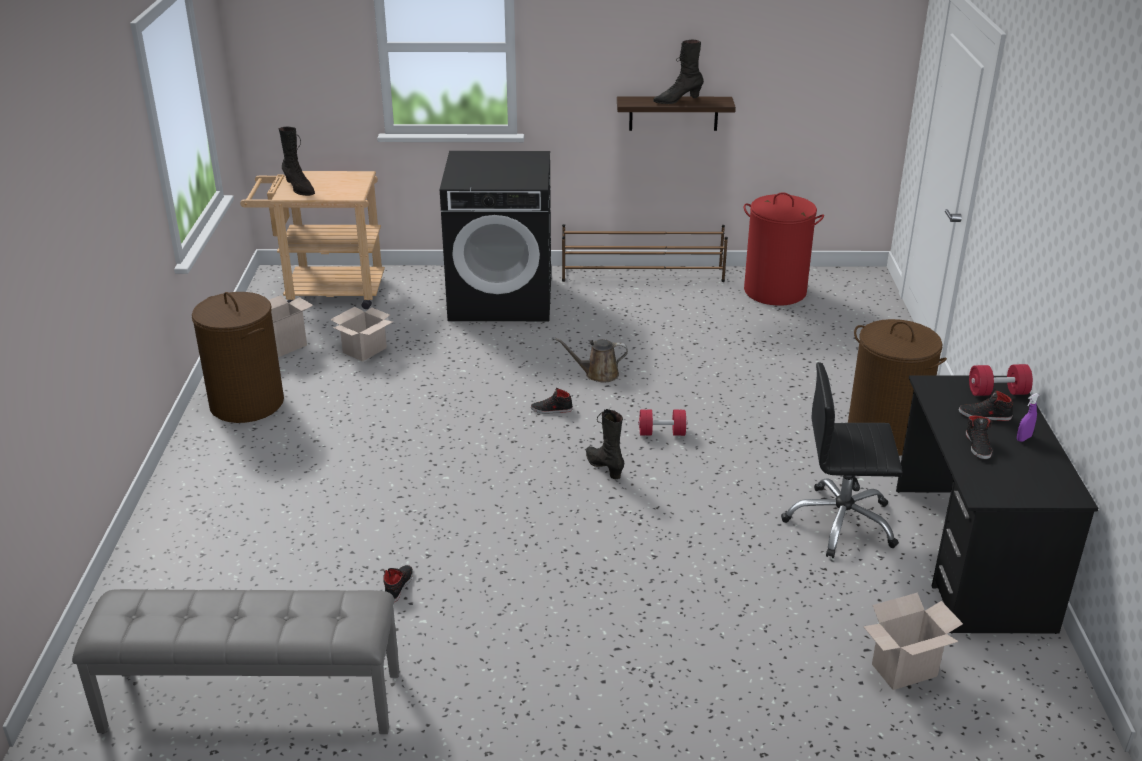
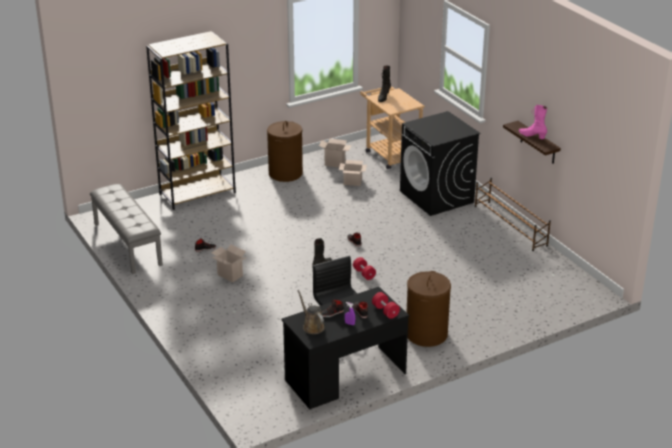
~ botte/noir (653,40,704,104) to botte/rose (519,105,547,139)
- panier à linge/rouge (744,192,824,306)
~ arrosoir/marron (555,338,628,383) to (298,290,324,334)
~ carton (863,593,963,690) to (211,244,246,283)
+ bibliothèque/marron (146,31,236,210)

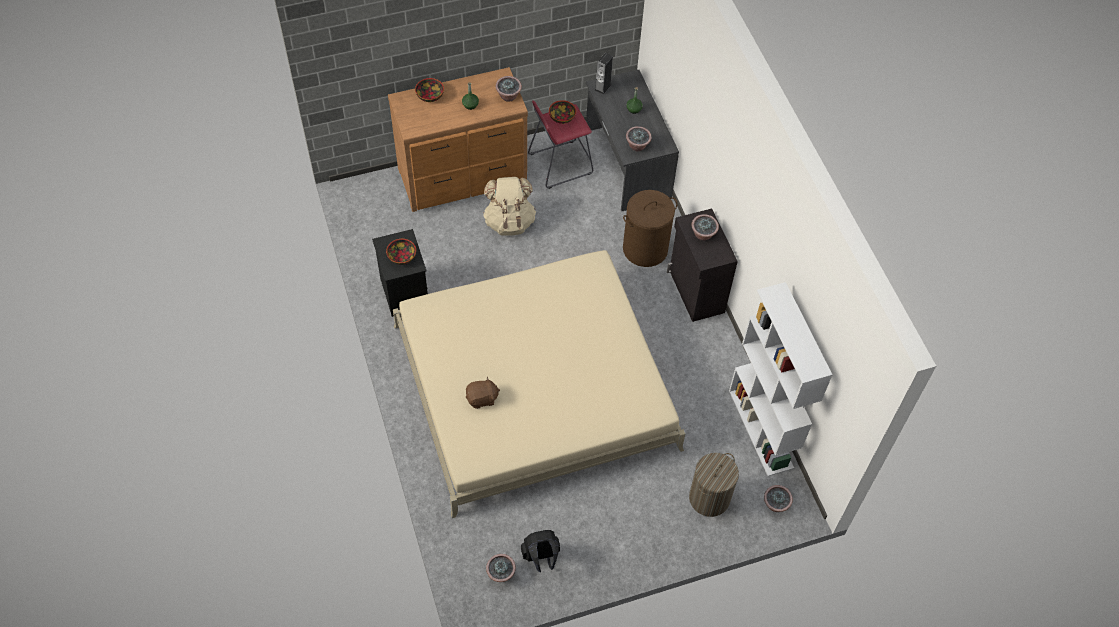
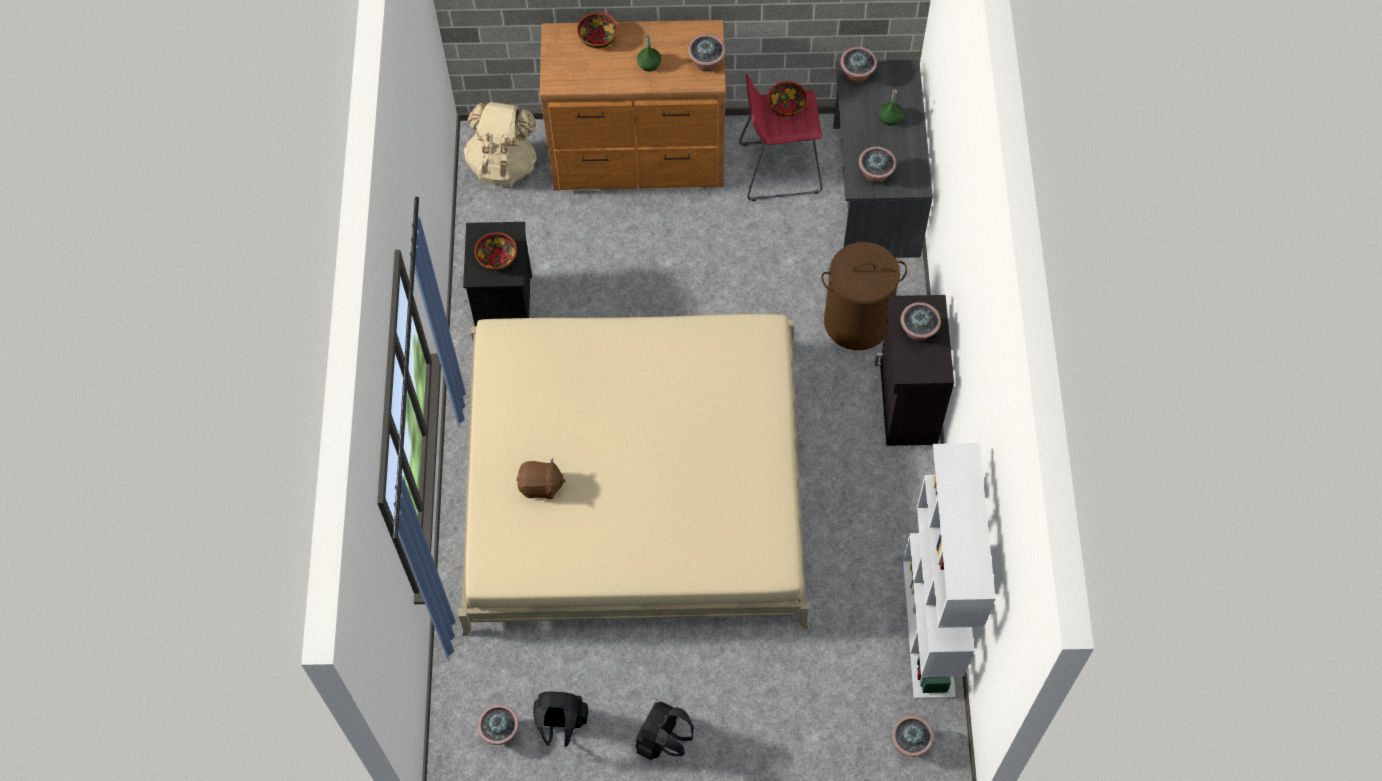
~ enceinte (595,53,613,95) to plante en pot (840,47,877,83)
~ sac à dos/beige (483,177,536,236) to (464,102,538,186)
- panier à linge (689,453,739,517)
+ sac à dos/noir (636,702,694,760)

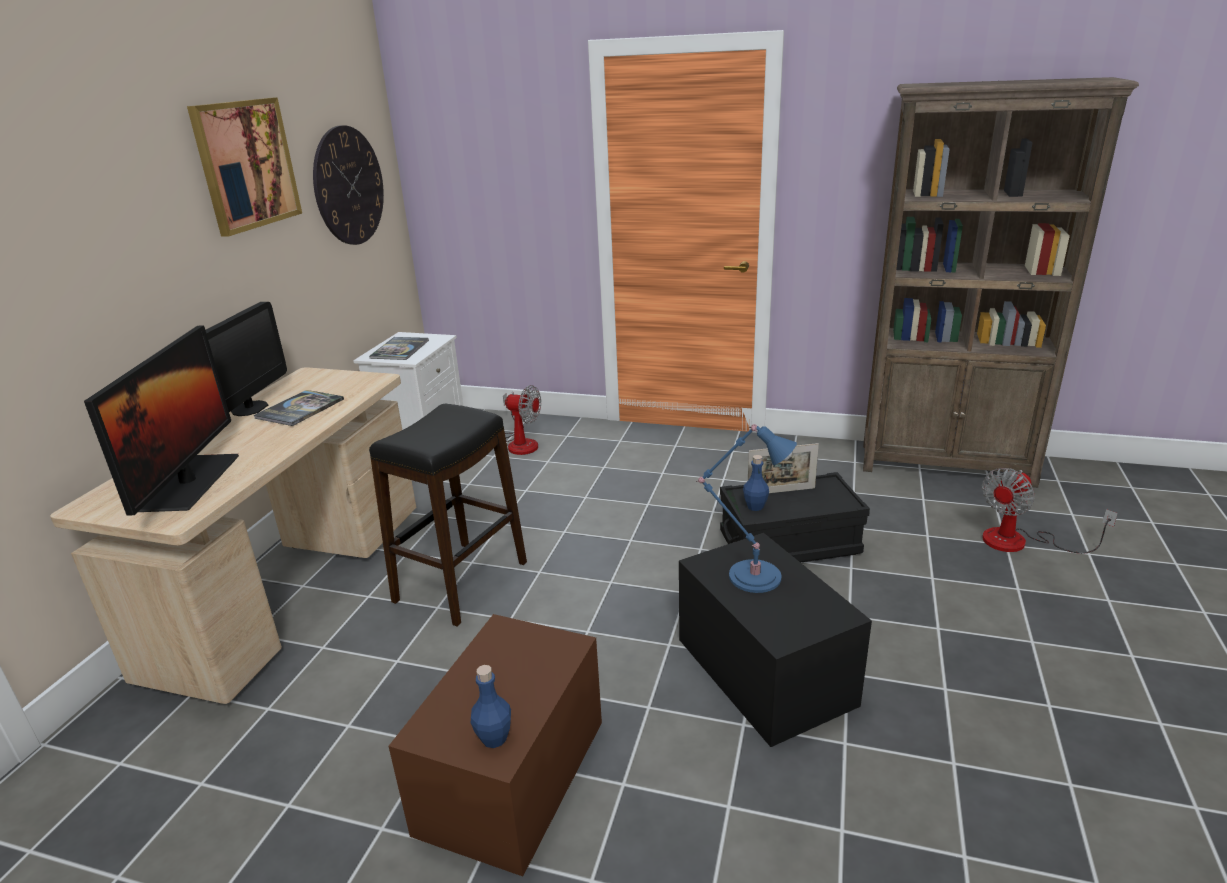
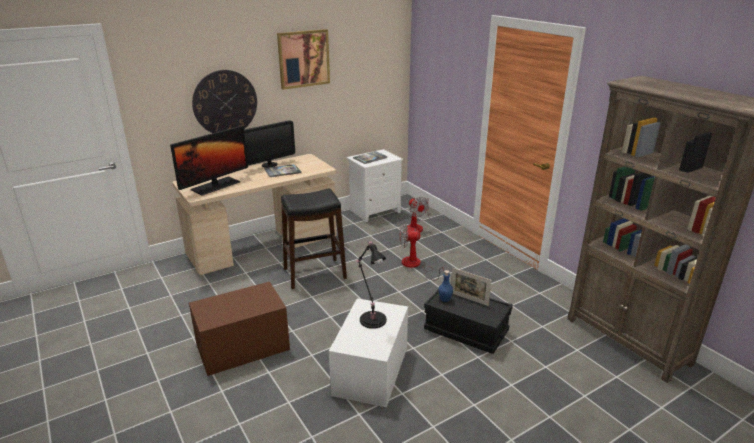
~ horloge murale (313,125,384,245) to (192,70,257,133)
~ lampe de table/bleu (696,424,797,593) to lampe de table/noir (356,241,387,329)
~ ventilateur (982,468,1118,554) to (400,224,444,280)
~ boîte de rangement/noir (679,533,872,747) to boîte de rangement/blanc (329,298,408,407)
- bouteille/bleu (471,665,511,748)

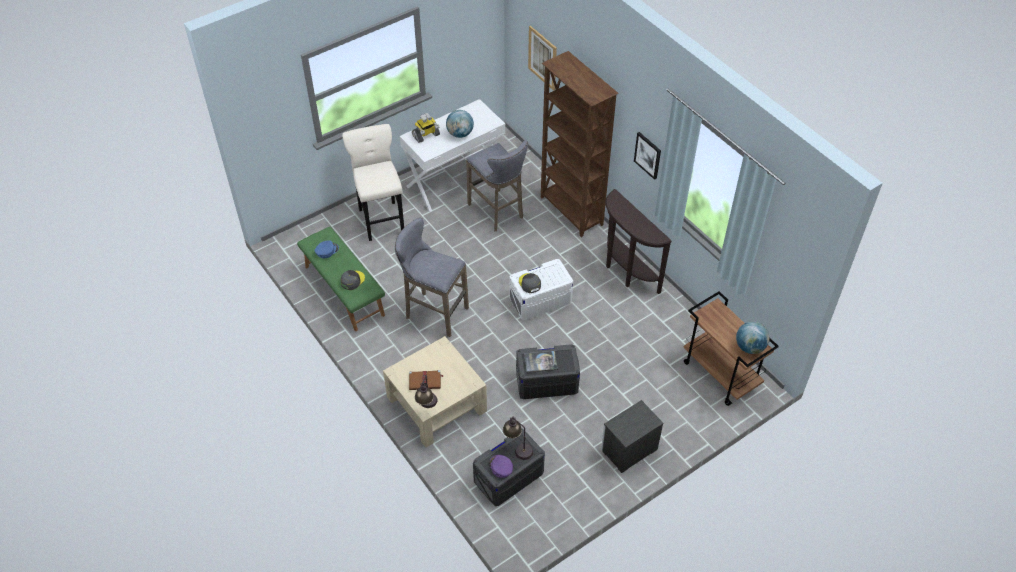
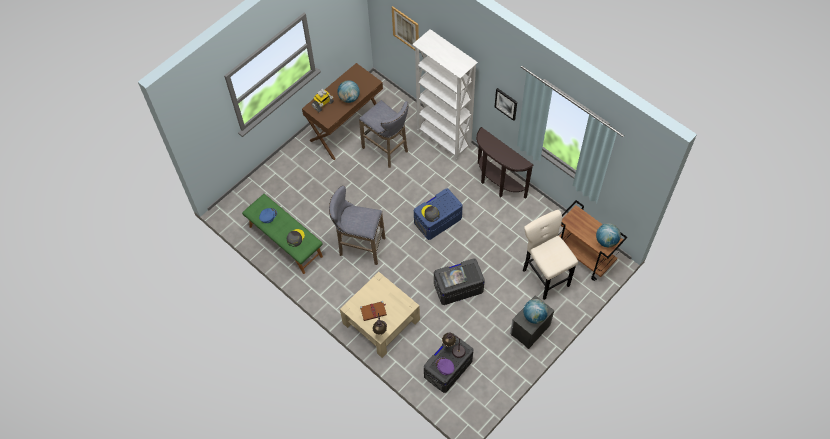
~ bibliothèque/marron (541,51,619,237) to bibliothèque/blanc (412,29,478,161)
~ bureau/blanc (400,99,505,212) to bureau/marron (302,63,383,160)
~ tabouret/beige (342,124,404,241) to (523,210,578,300)
~ boîte de rangement/blanc (509,259,573,320) to boîte de rangement/bleu (414,188,463,240)
+ globe (523,299,548,324)

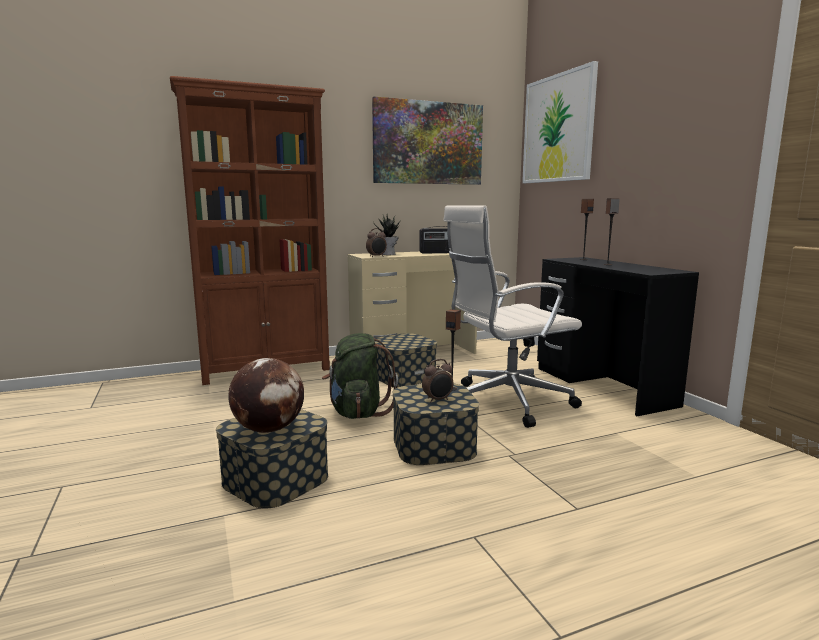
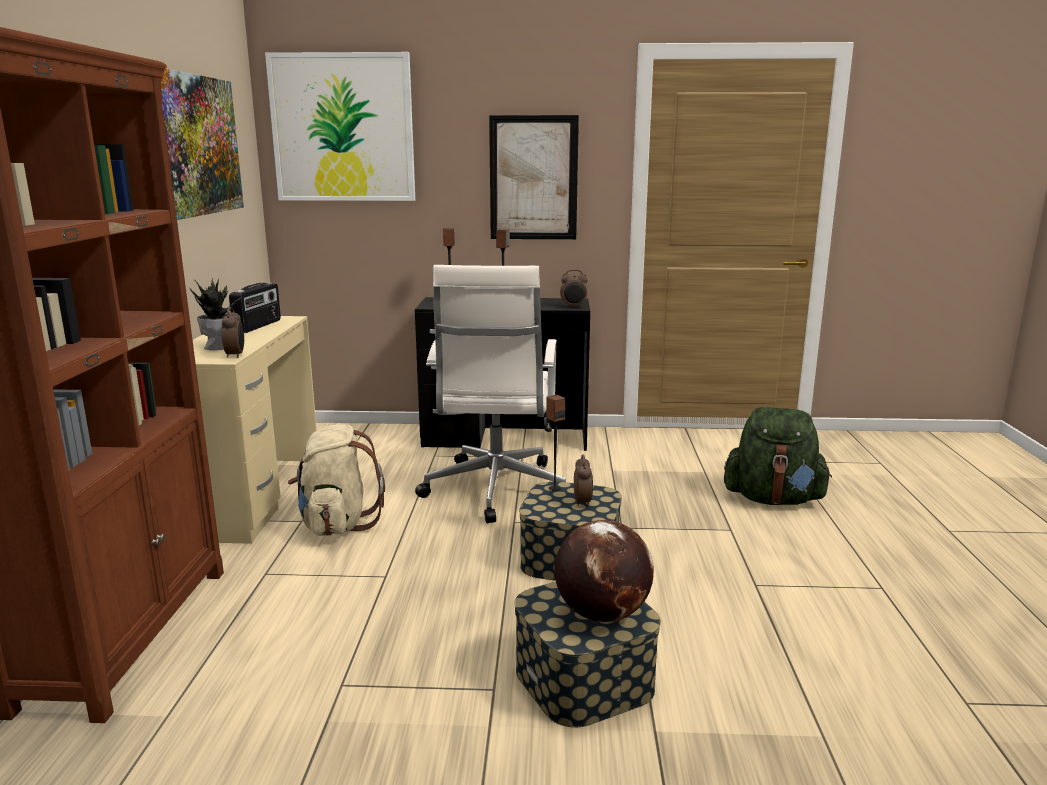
~ sac à dos/vert (322,333,398,419) to (724,407,832,505)
~ boîte de rangement (375,333,437,387) to sac à dos/beige (288,424,385,536)
+ tableau (489,115,579,239)
+ réveil (560,270,588,308)

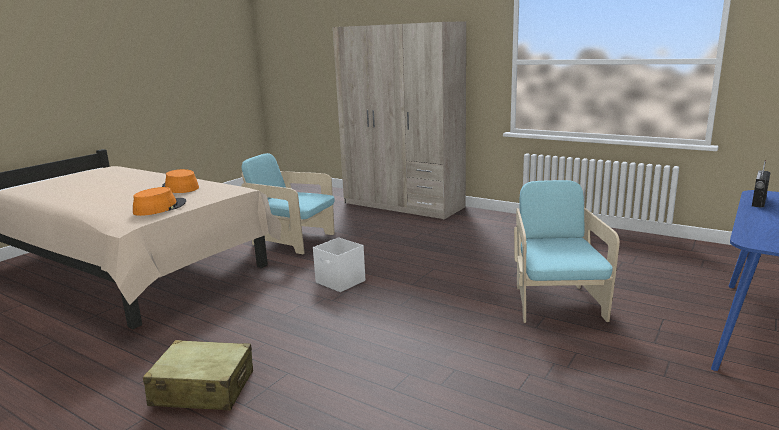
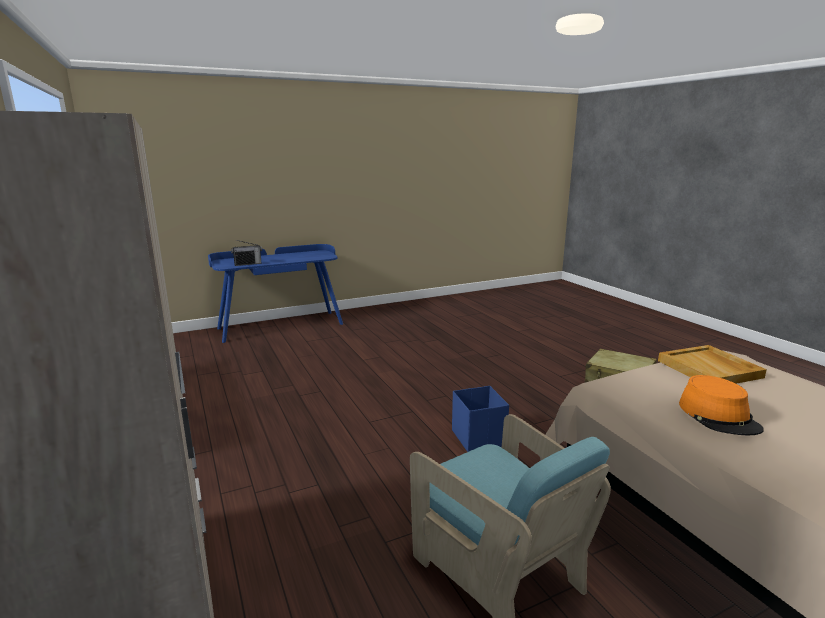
- fauteuil/turquoise (514,180,620,323)
~ chapeau/orange (133,187,186,216) to plateau/beige (658,345,767,384)
~ boîte de rangement/blanc (313,238,365,292) to boîte de rangement/bleu (452,386,509,452)

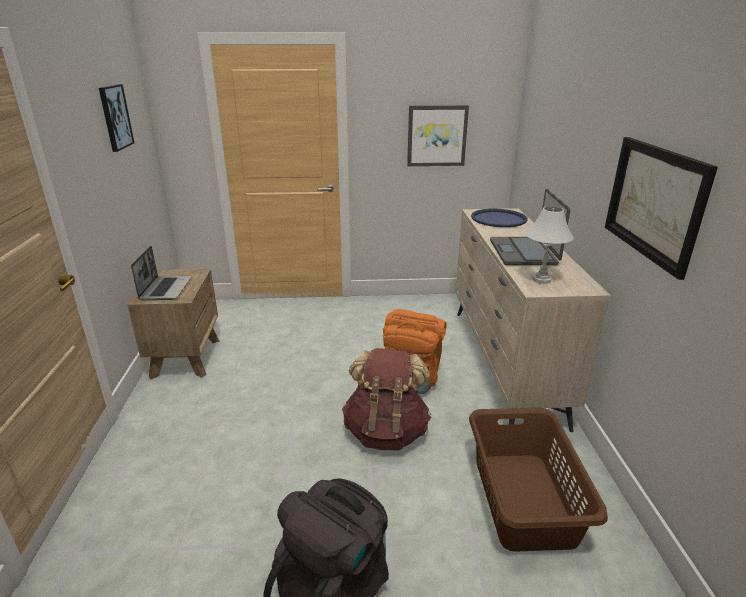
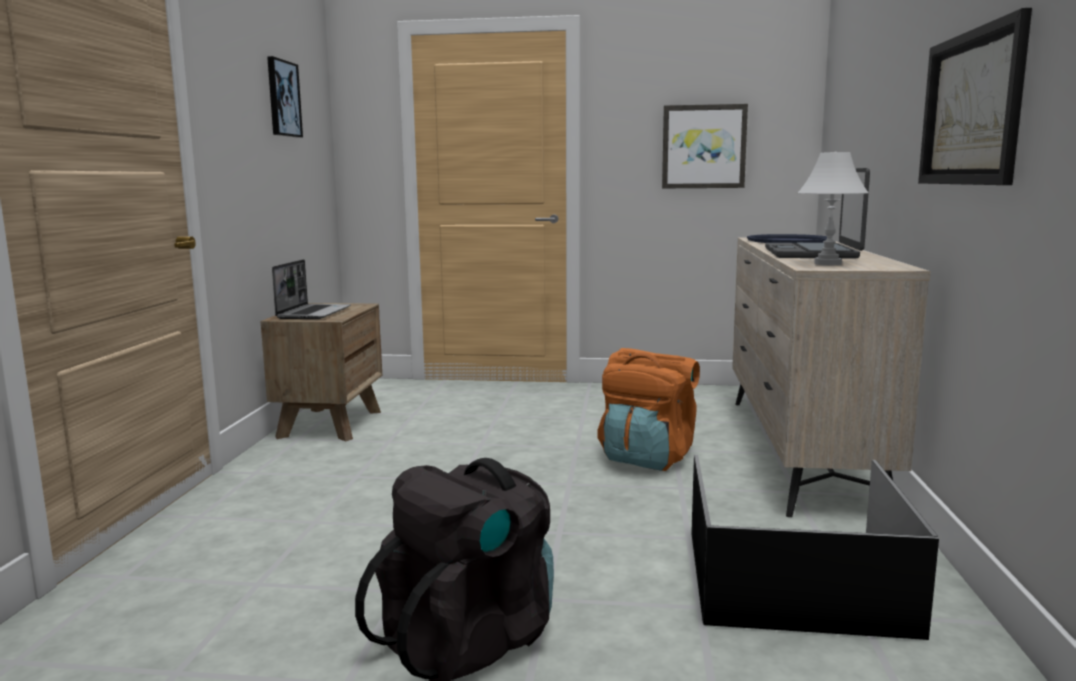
- sac à dos/marron (342,348,431,450)
~ panier à linge/marron (469,408,608,552) to boîte de rangement/noir (691,454,939,640)

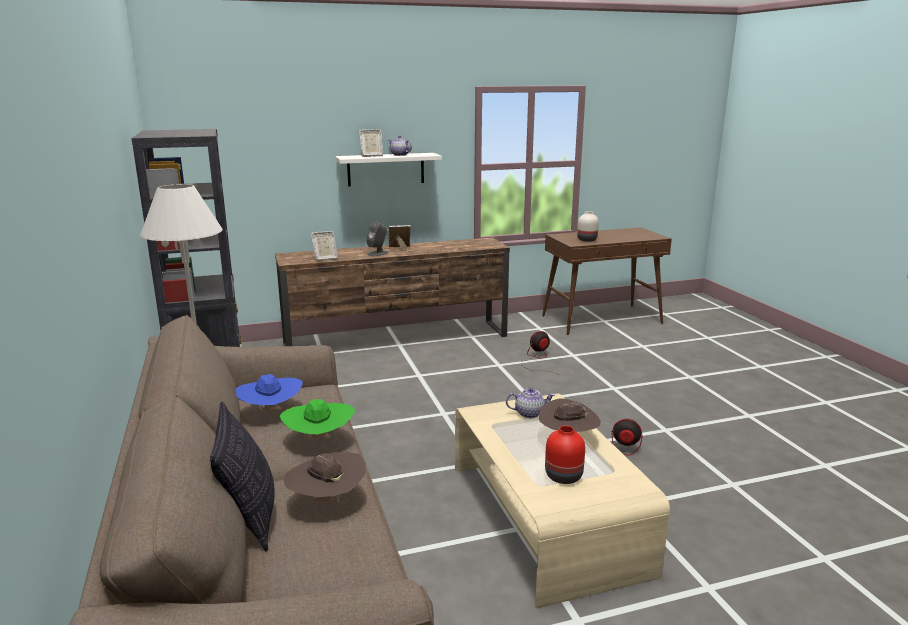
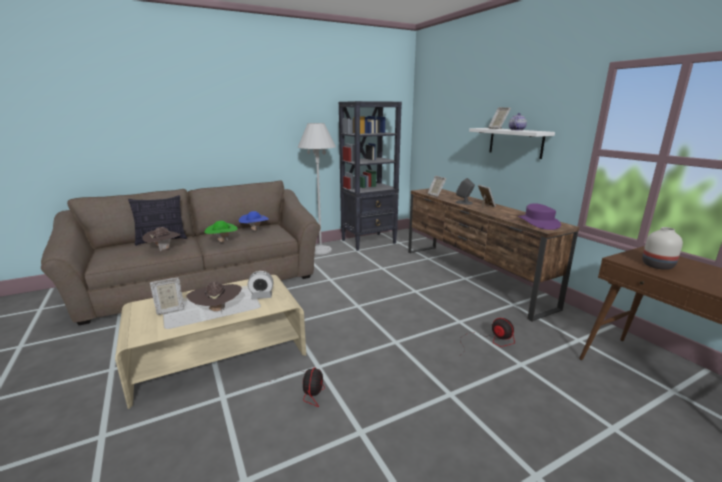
~ théière (506,388,555,418) to réveil (248,271,273,299)
~ vase/rouge (545,425,585,484) to cadre photo (150,277,184,315)
+ chapeau/violet (518,203,561,230)

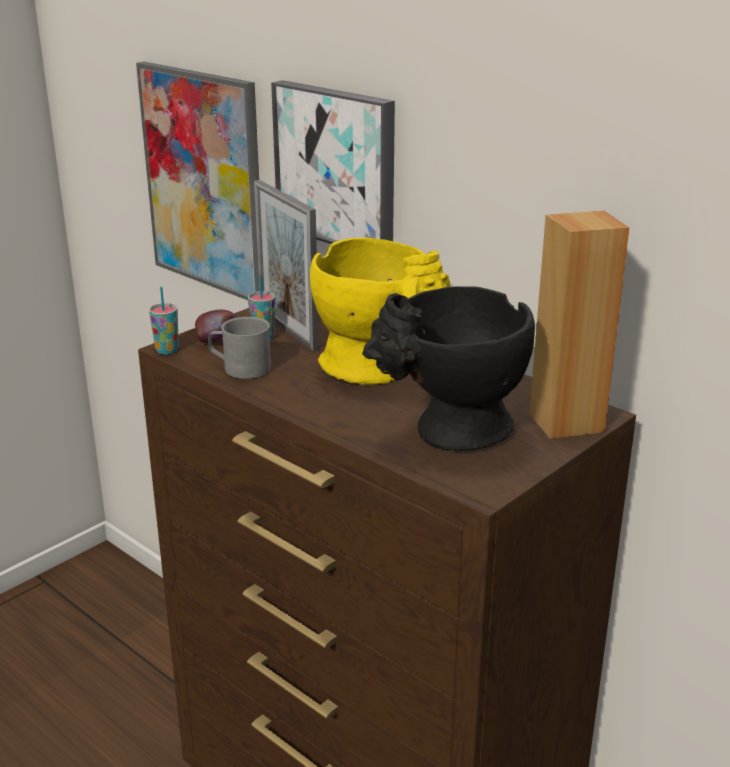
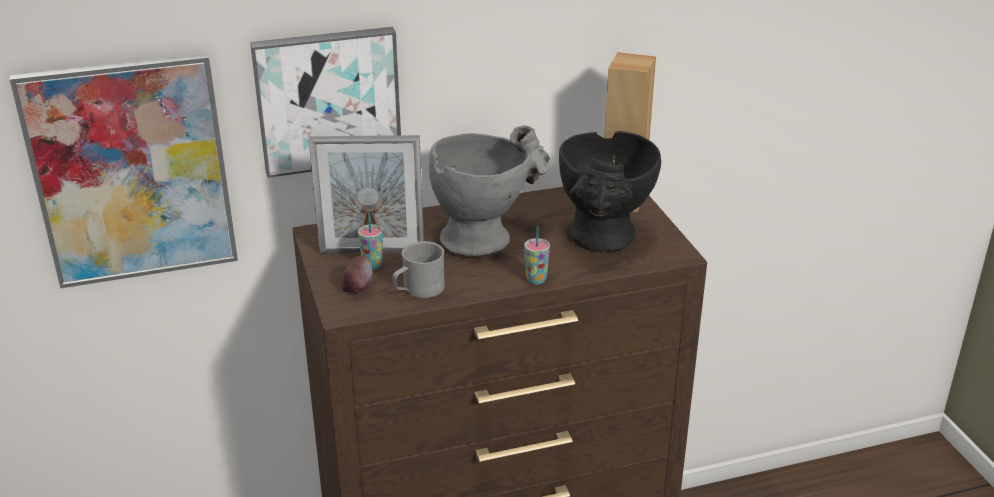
~ vase/jaune (310,238,451,385) to vase/gris (429,125,549,256)
~ tasse (149,287,179,355) to (524,226,550,284)

